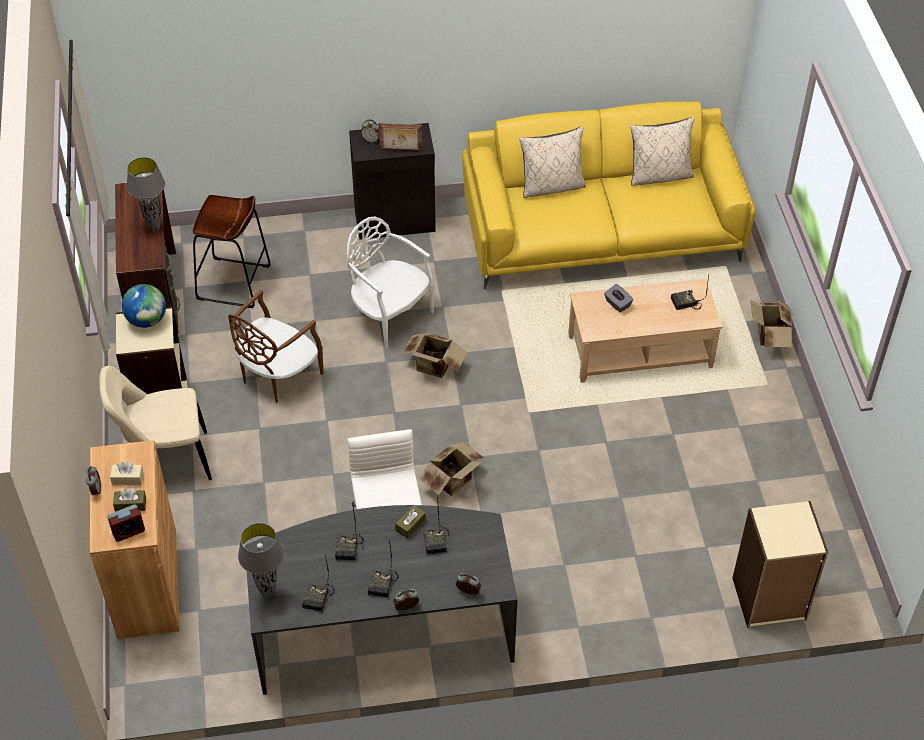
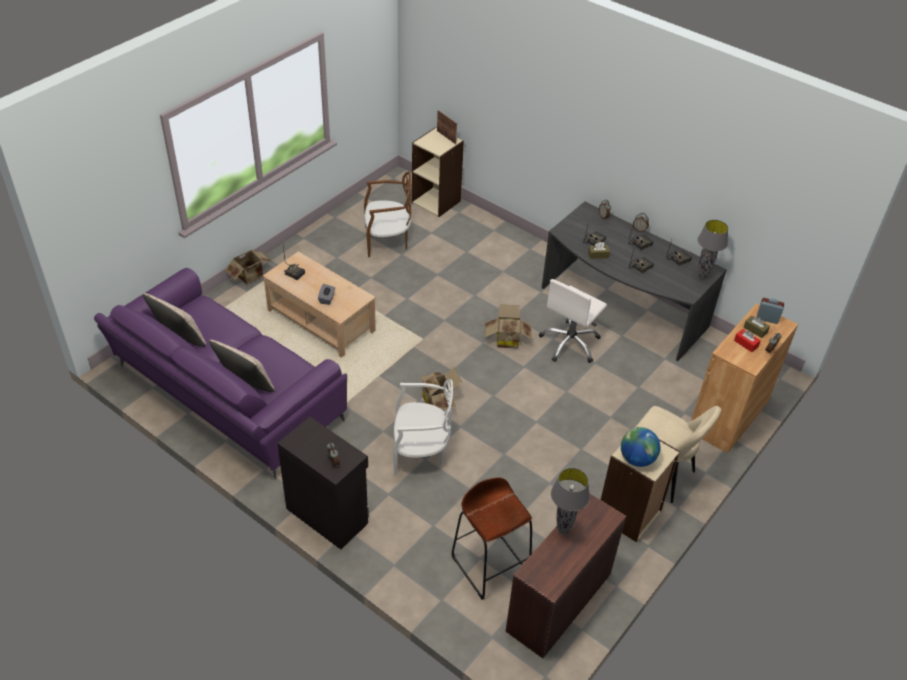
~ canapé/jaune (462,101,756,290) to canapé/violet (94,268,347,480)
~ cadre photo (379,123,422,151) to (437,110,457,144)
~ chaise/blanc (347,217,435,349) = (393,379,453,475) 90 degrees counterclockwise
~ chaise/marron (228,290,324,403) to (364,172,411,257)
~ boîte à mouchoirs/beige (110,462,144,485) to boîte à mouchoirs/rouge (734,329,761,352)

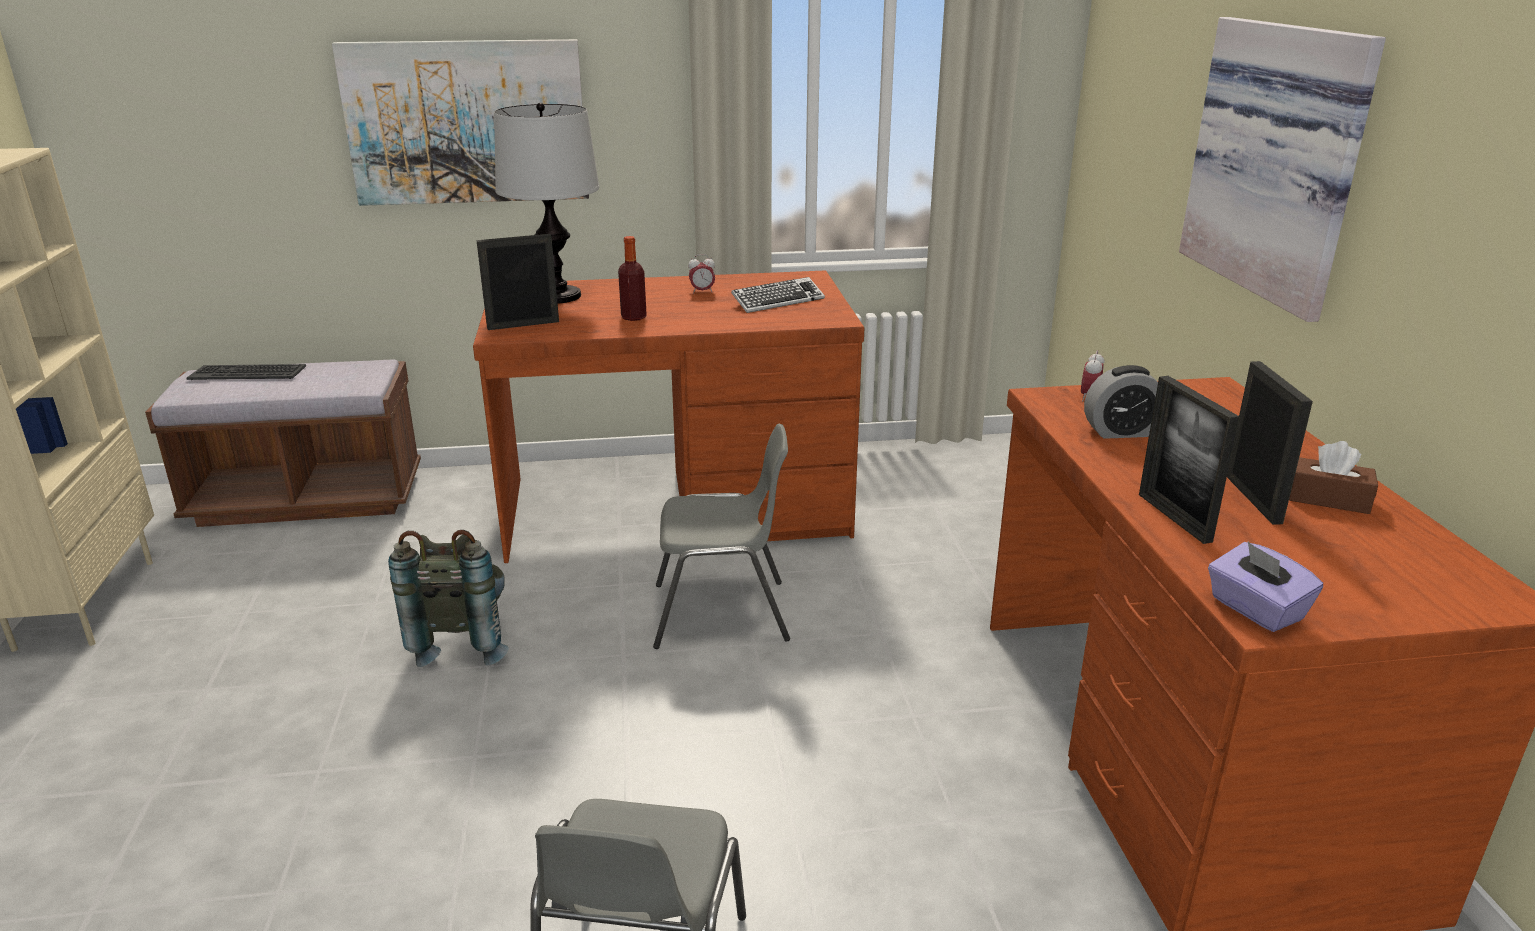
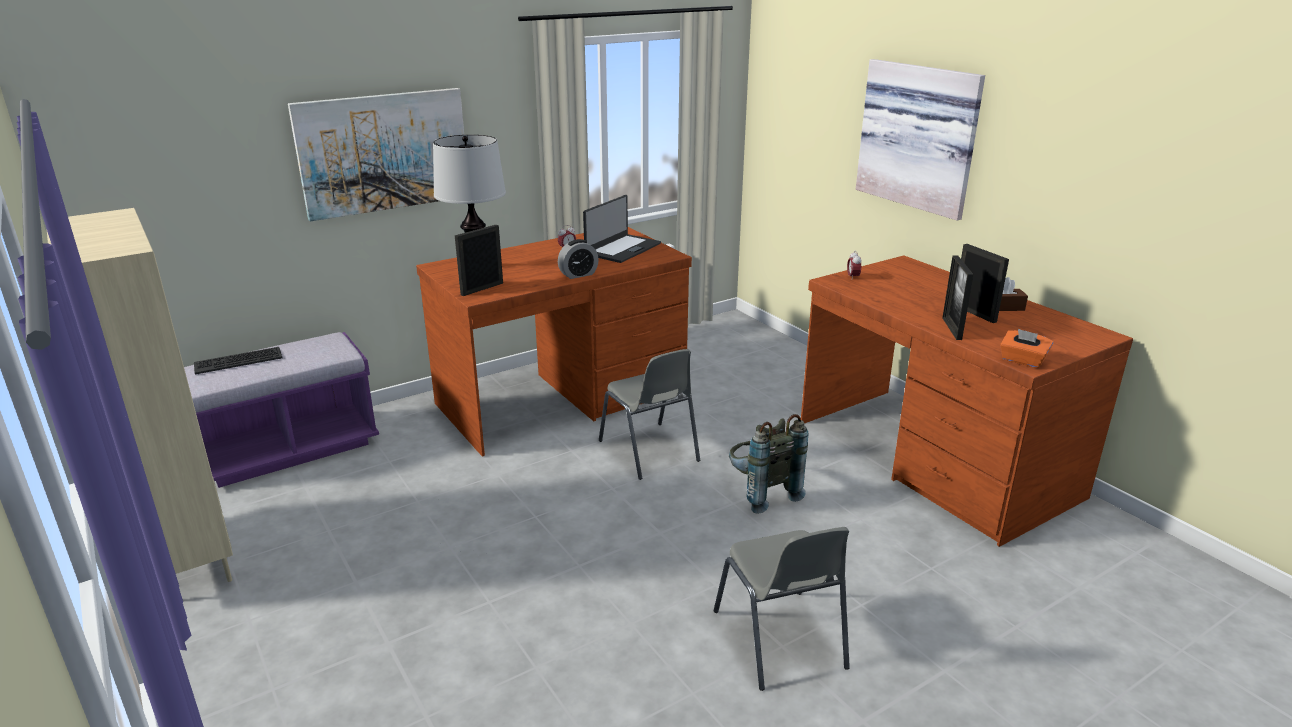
- bouteille (618,236,647,321)
~ clavier (731,277,825,313) to ordinateur portable (583,195,661,263)
~ banc/marron (145,360,421,527) to banc/violet (184,332,379,488)
~ réveil (1084,365,1158,439) to (558,239,599,279)
~ cadre photo (1139,376,1240,544) = (942,255,974,340) 45 degrees clockwise
~ chaise/gris (653,424,790,649) = (599,349,700,480) 90 degrees clockwise
~ sac à dos/gris (388,530,509,667) to (729,414,808,514)
~ boîte à mouchoirs/violet (1208,542,1323,632) to boîte à mouchoirs/orange (1000,329,1053,368)

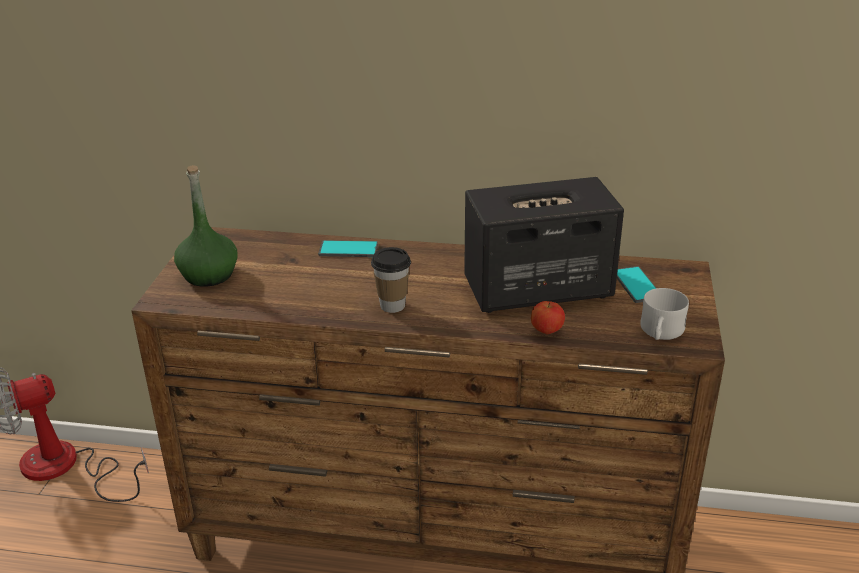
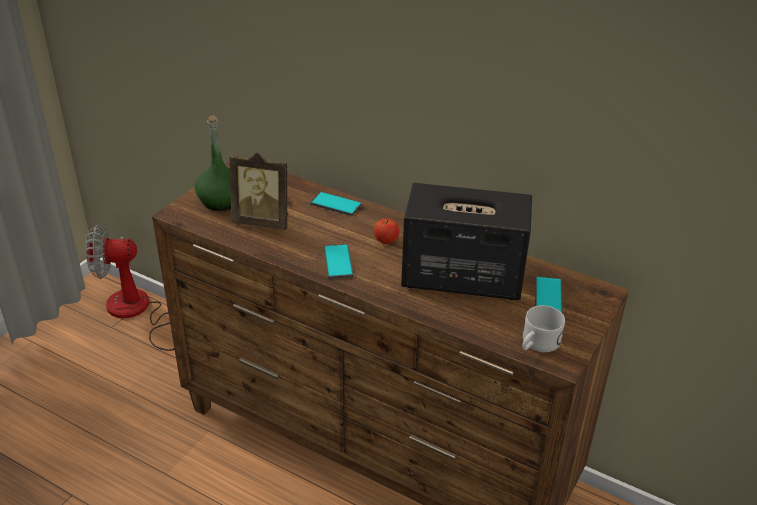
~ tasse (371,247,411,313) to téléphone (324,244,354,279)
~ pomme (531,301,565,334) to (374,218,399,244)
+ cadre photo (230,153,288,230)

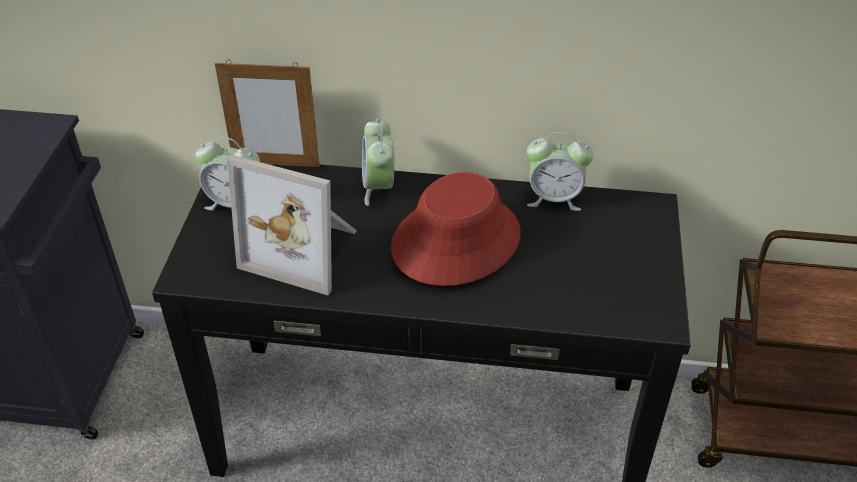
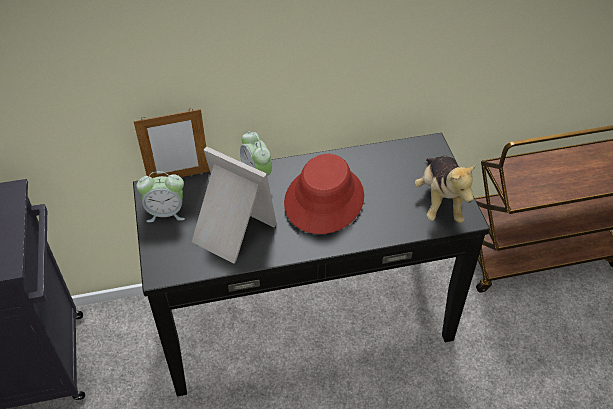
- réveil (527,132,594,211)
~ cadre photo (227,155,357,296) = (192,146,277,264) 150 degrees counterclockwise
+ peluche (414,156,477,223)

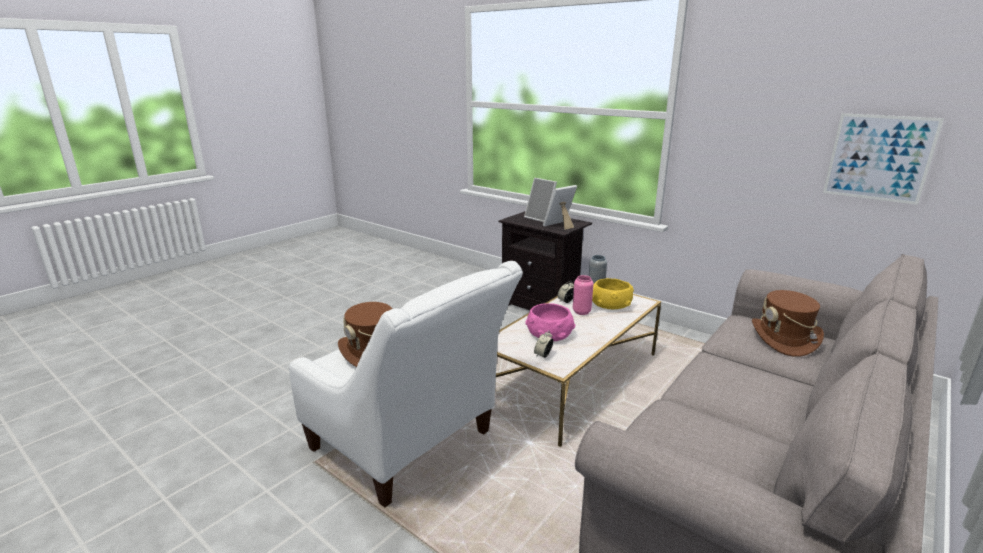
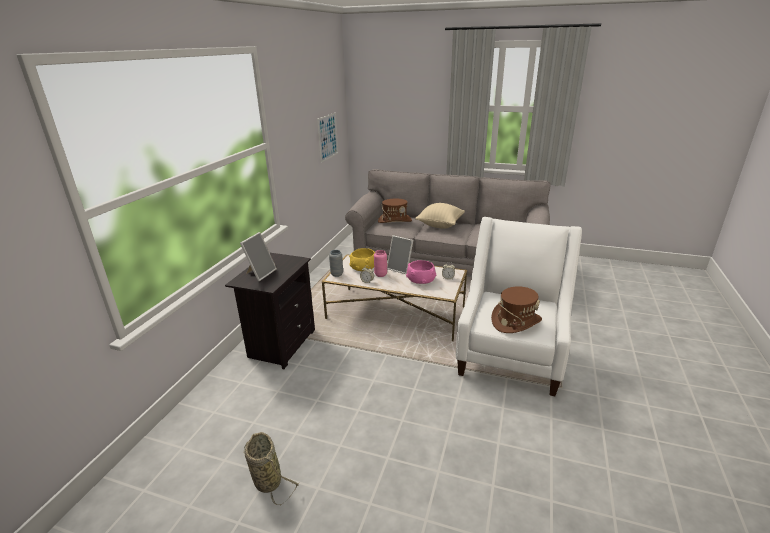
~ cadre photo (543,185,577,230) to (387,235,413,274)
+ coussin/beige (415,203,465,229)
+ panier (244,432,299,505)

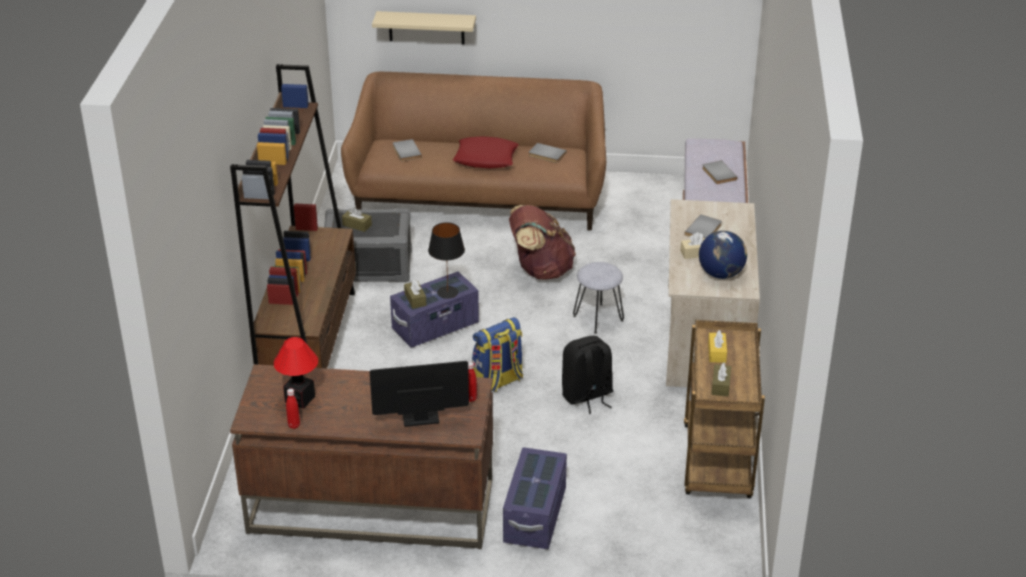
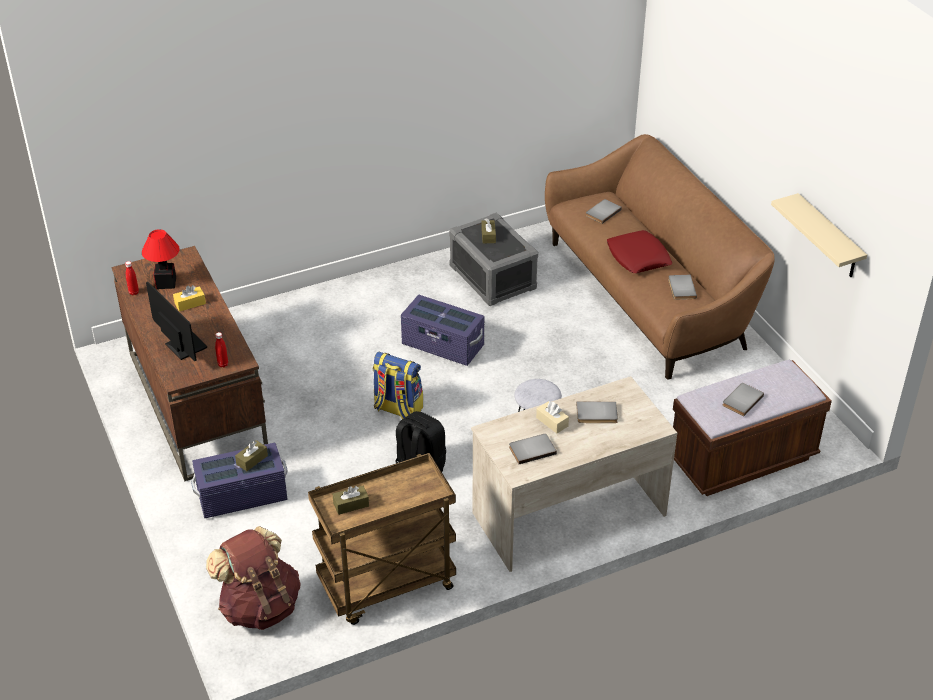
~ étagère/beige (372,11,476,44) to (771,193,867,277)
- bibliothèque/marron (230,64,356,369)
~ sac à dos/marron (509,205,576,280) to (206,526,301,630)
- lampe de table/noir (428,222,465,299)
~ globe (699,231,747,279) to livre/gris (509,434,557,464)
~ boîte à mouchoirs/marron (404,279,426,309) to (235,440,268,471)
~ boîte à mouchoirs/jaune (708,330,727,363) to (173,285,206,312)

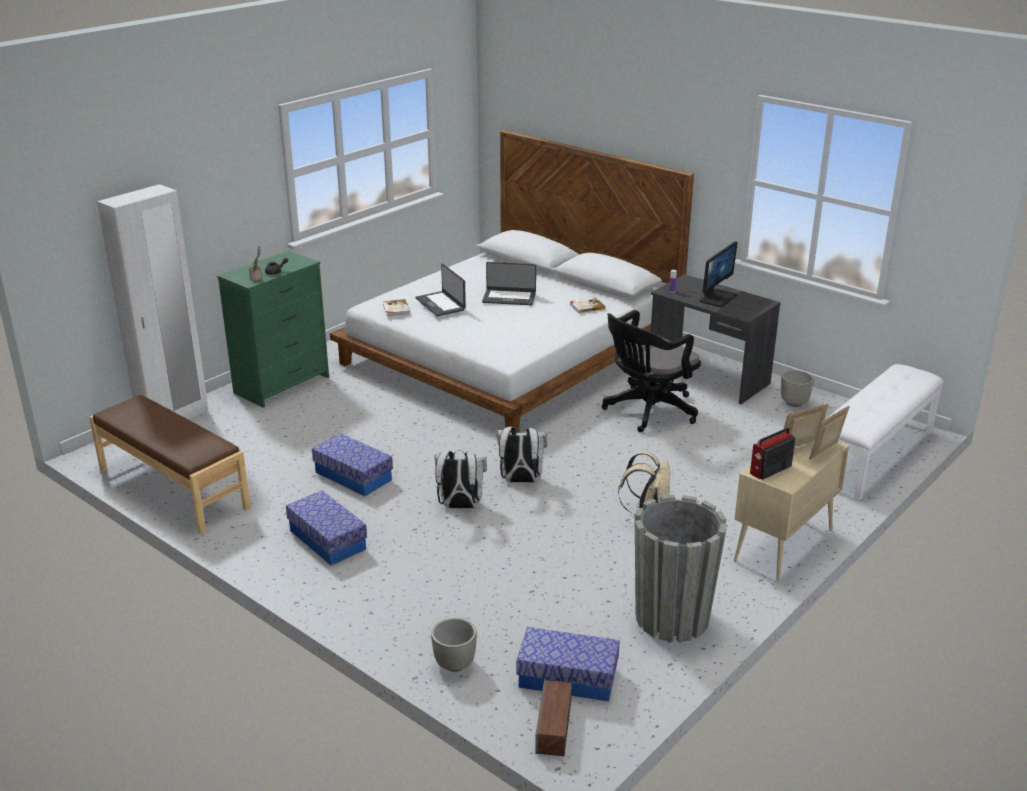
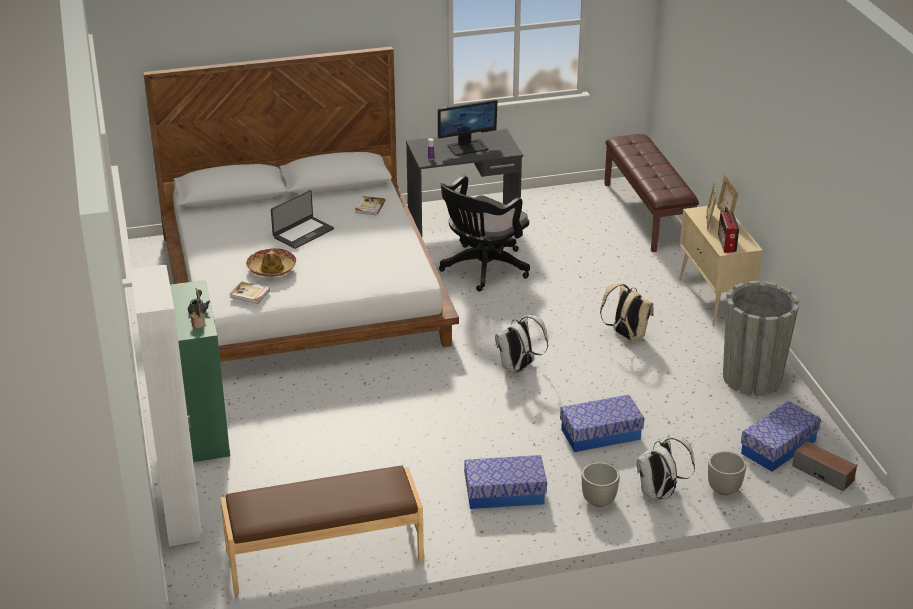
~ écran d'ordinateur (699,241,738,307) = (438,100,497,156) 90 degrees clockwise
~ ordinateur portable (415,264,466,316) to chapeau (246,248,296,277)
~ chaise de bureau/noir (602,310,701,432) = (439,175,530,292) 45 degrees clockwise
~ banc/blanc (826,364,944,501) to banc/marron (604,134,699,252)
~ cache-pot/gris (781,370,814,407) to (582,462,620,507)
~ boîte de rangement (312,433,393,496) to (560,395,644,452)
~ sac à dos/blanc (435,450,487,508) to (637,434,695,501)

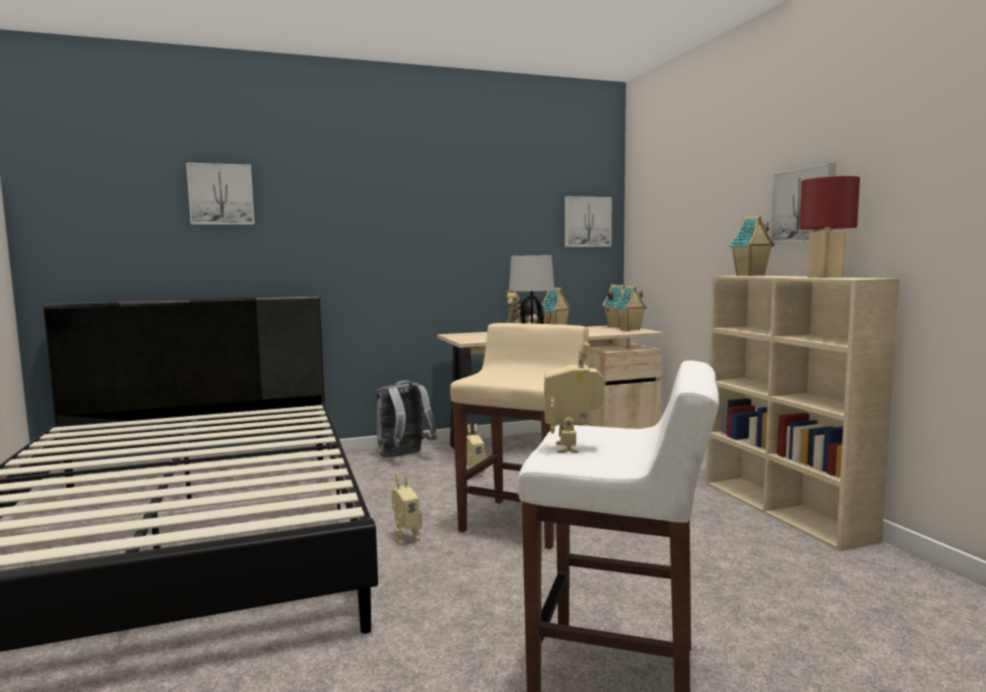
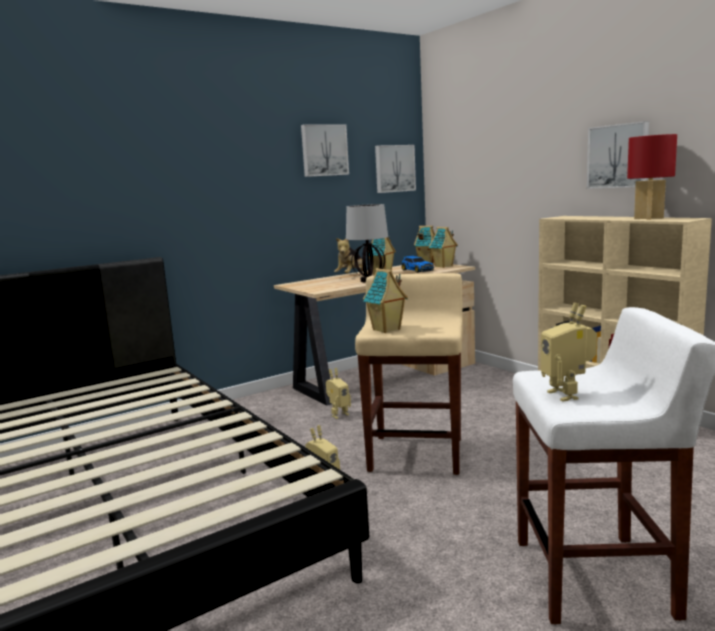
~ tableau (186,163,255,225) to (301,124,349,177)
~ maison miniature (729,216,775,276) to (363,268,408,333)
- sac à dos/gris (376,380,438,457)
+ petite voiture (401,256,434,273)

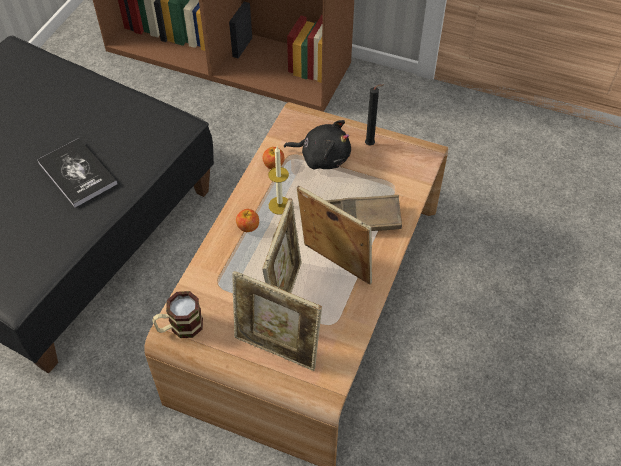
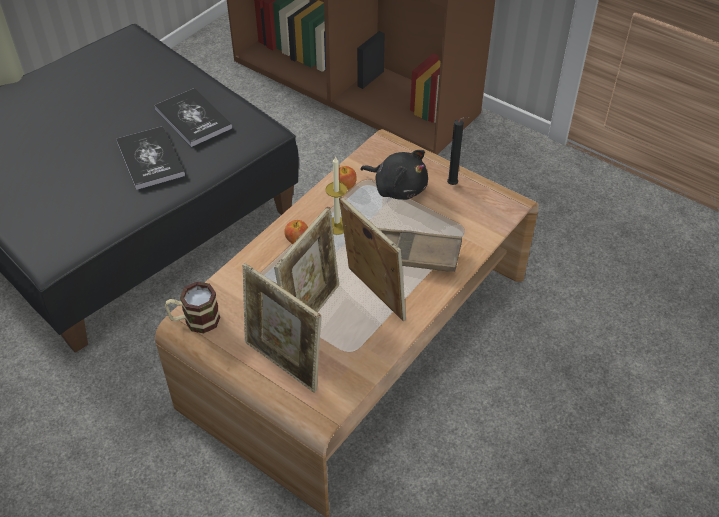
+ livre (154,88,232,147)

